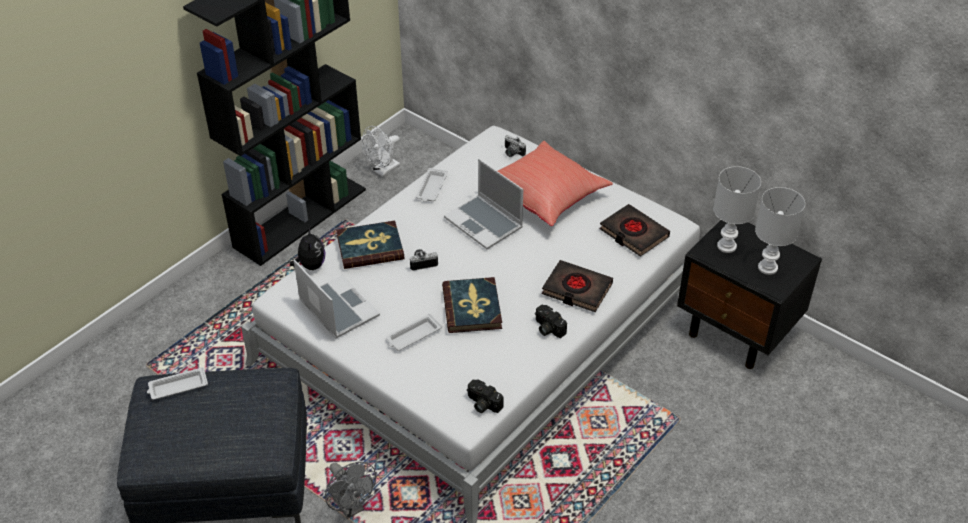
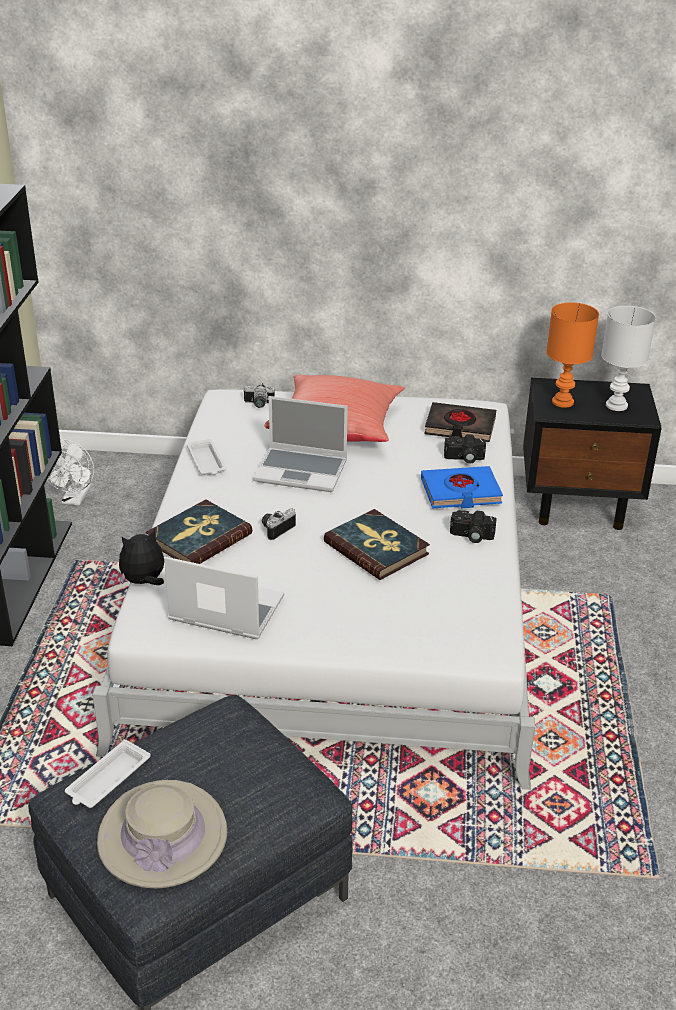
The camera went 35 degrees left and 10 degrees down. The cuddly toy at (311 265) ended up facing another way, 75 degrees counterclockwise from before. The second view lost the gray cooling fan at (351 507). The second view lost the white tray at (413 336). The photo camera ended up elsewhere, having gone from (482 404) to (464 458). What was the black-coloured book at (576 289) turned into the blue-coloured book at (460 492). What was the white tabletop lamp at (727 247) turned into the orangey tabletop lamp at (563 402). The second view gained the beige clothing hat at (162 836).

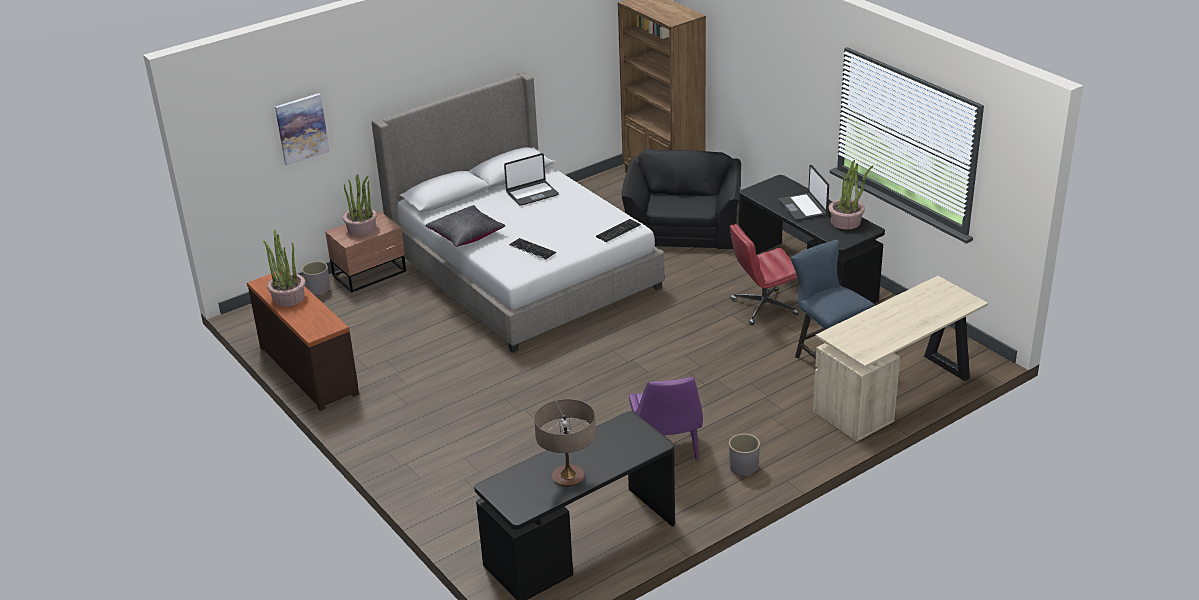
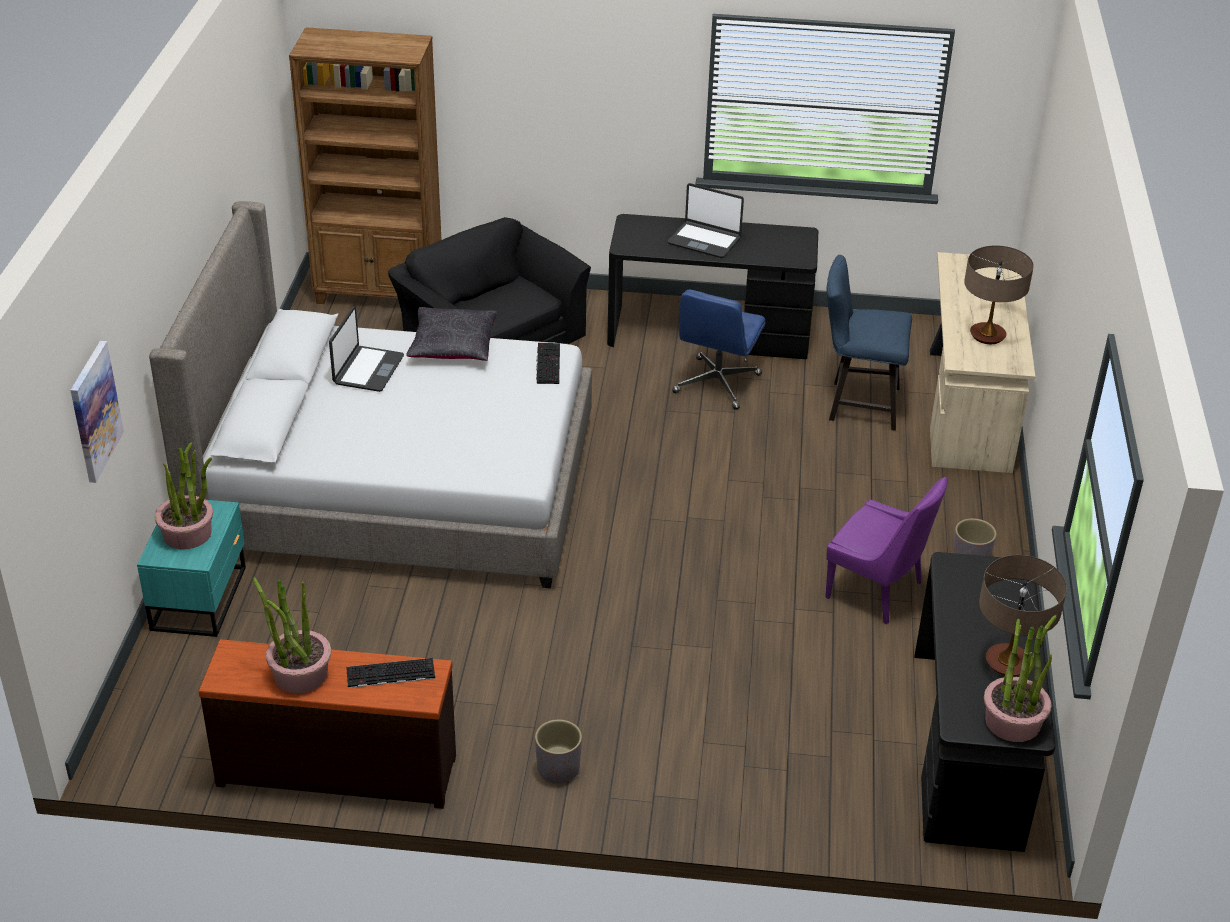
The camera went 50 degrees left and 5 degrees up. The gray planter ended up elsewhere, having gone from (318 290) to (558 769). What was the brown-coloured bedside table at (371 274) turned into the blue-green bedside table at (201 597). The black-coloured cushion ended up elsewhere, having gone from (466 235) to (453 346). The PC keyboard ended up elsewhere, having gone from (531 249) to (389 674). What was the red-coloured desk chair at (763 307) turned into the blue-coloured desk chair at (717 384). The potted plant ended up elsewhere, having gone from (846 222) to (1013 721). The second view gained the tabletop lamp at (987 336).

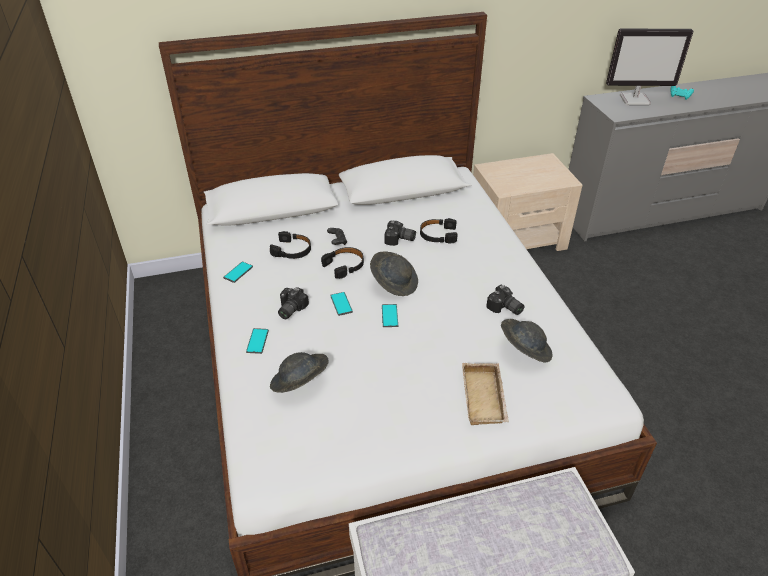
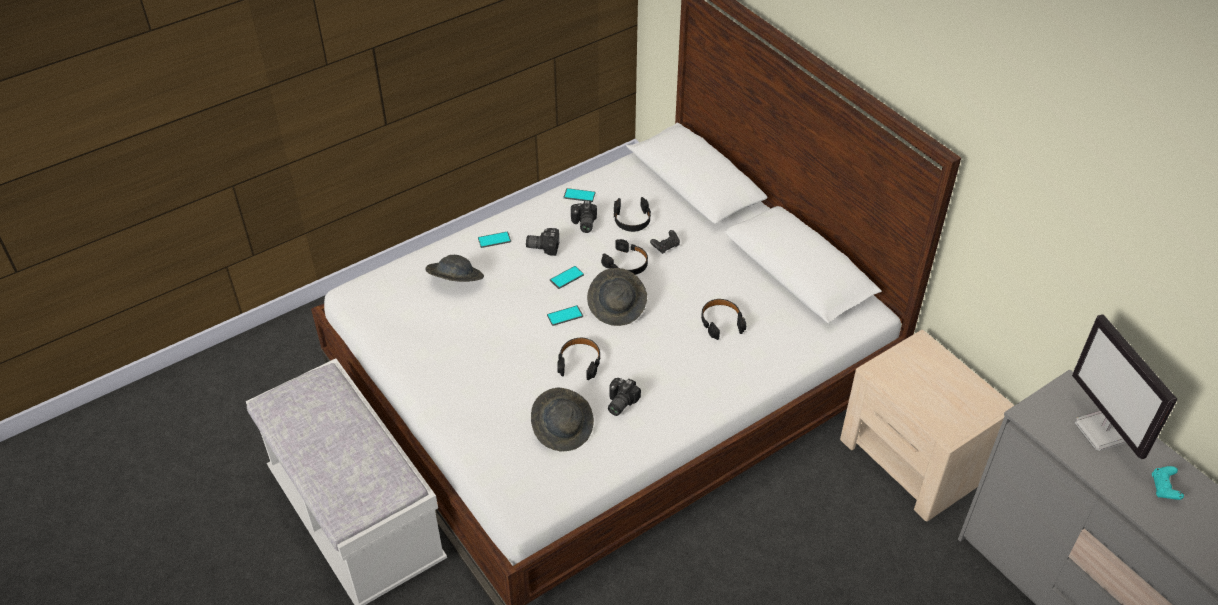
The camera went 70 degrees right and 5 degrees up. The photo camera ended up elsewhere, having gone from (399 240) to (583 224). The second view lost the beige tray at (485 398). The second view gained the black-coloured headphones at (579 362).

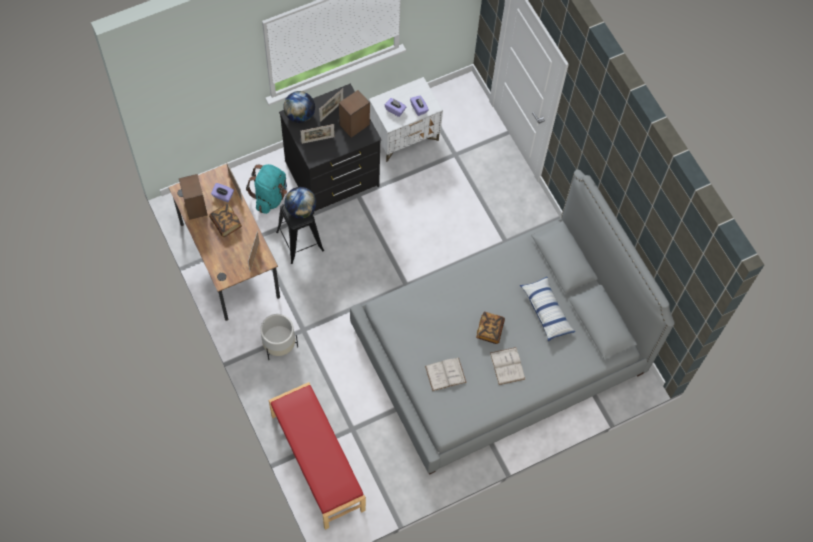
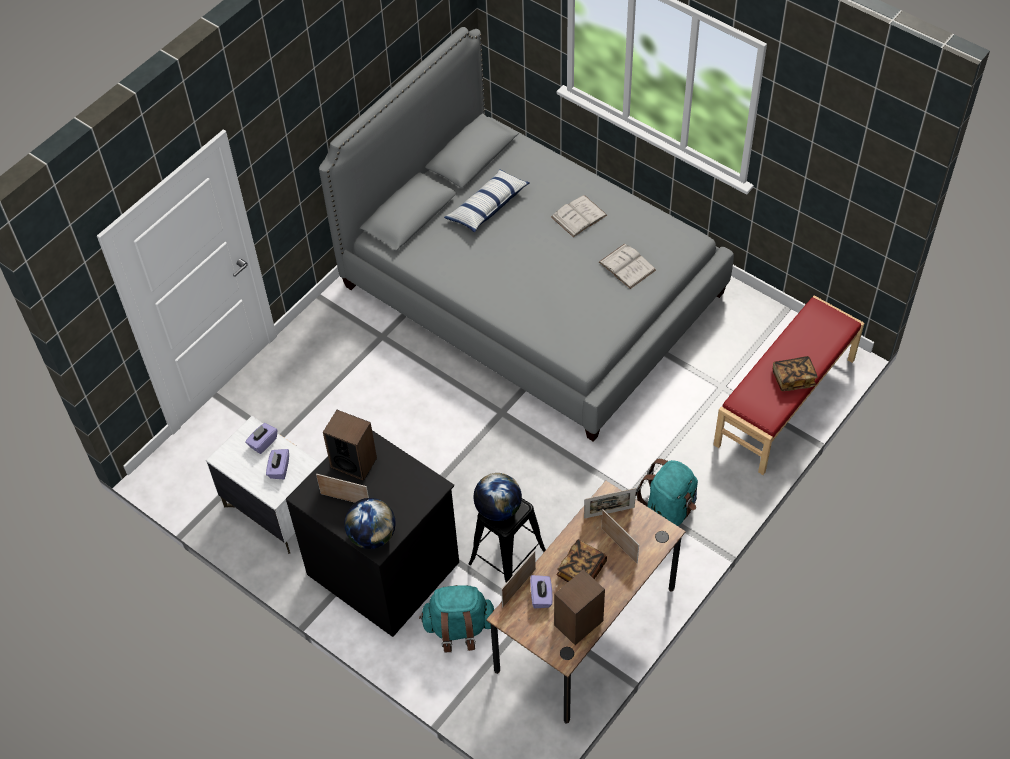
The camera went 110 degrees left and 10 degrees down. Where the white planter stood at (279 345), the blue-green backpack came to stand at (668 510). The standing frame ended up elsewhere, having gone from (318 140) to (619 545). The book ended up elsewhere, having gone from (489 330) to (793 379).

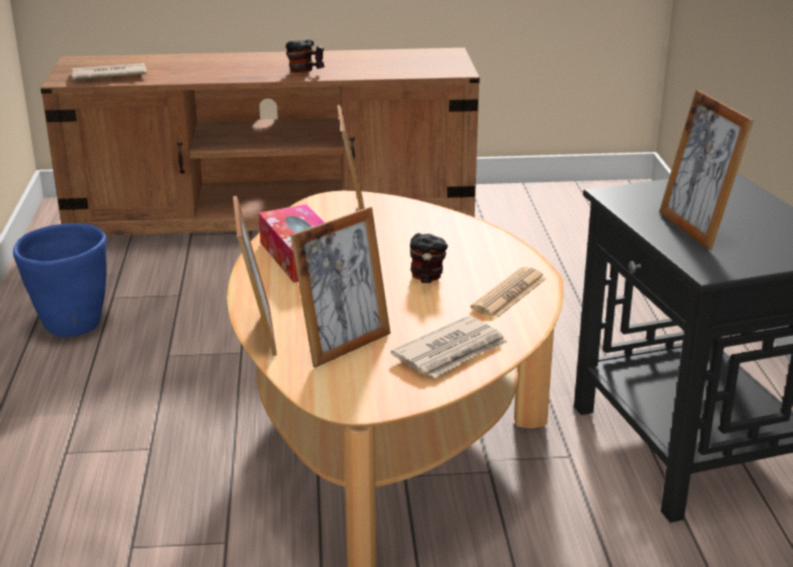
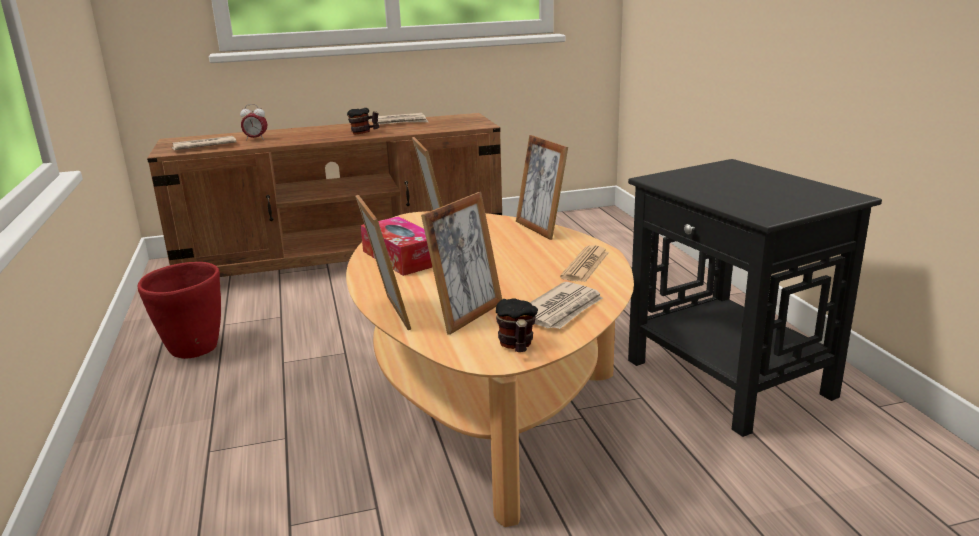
The camera went 10 degrees left and 5 degrees down. What was the blue-coloured planter at (72 326) turned into the red-coloured planter at (193 350). The coffee mug ended up elsewhere, having gone from (426 279) to (516 347). The standing frame ended up elsewhere, having gone from (695 229) to (540 229). The second view gained the table clock at (256 139). The second view gained the printed paper at (399 122).

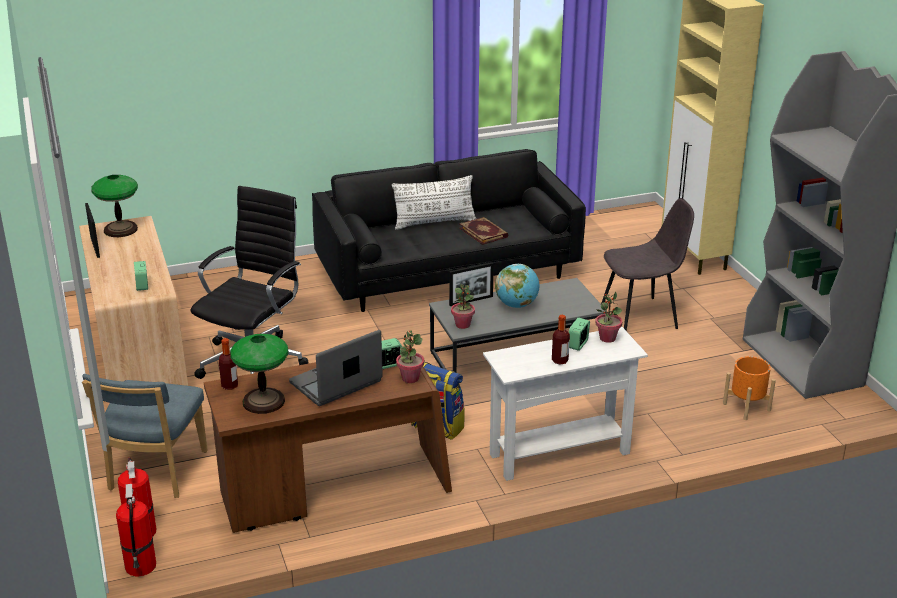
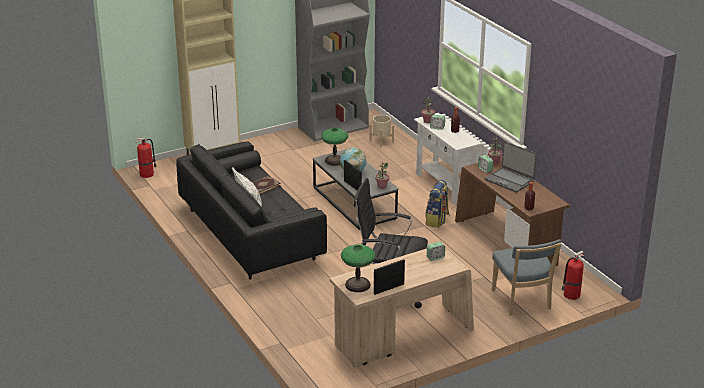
The camera went 100 degrees left and 0 degrees up. The blue-coloured chair at (155 473) ended up facing another way, 75 degrees clockwise from before. The fire-fighting cylinder ended up elsewhere, having gone from (140 567) to (147 174). The tabletop lamp ended up elsewhere, having gone from (263 401) to (334 161). The second view lost the gray chair at (641 316). What was the orangey planter at (747 407) turned into the beige planter at (381 141).

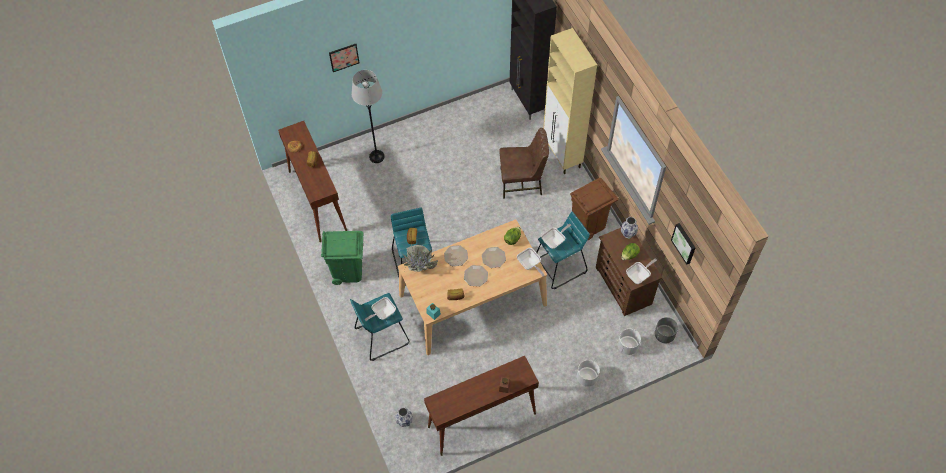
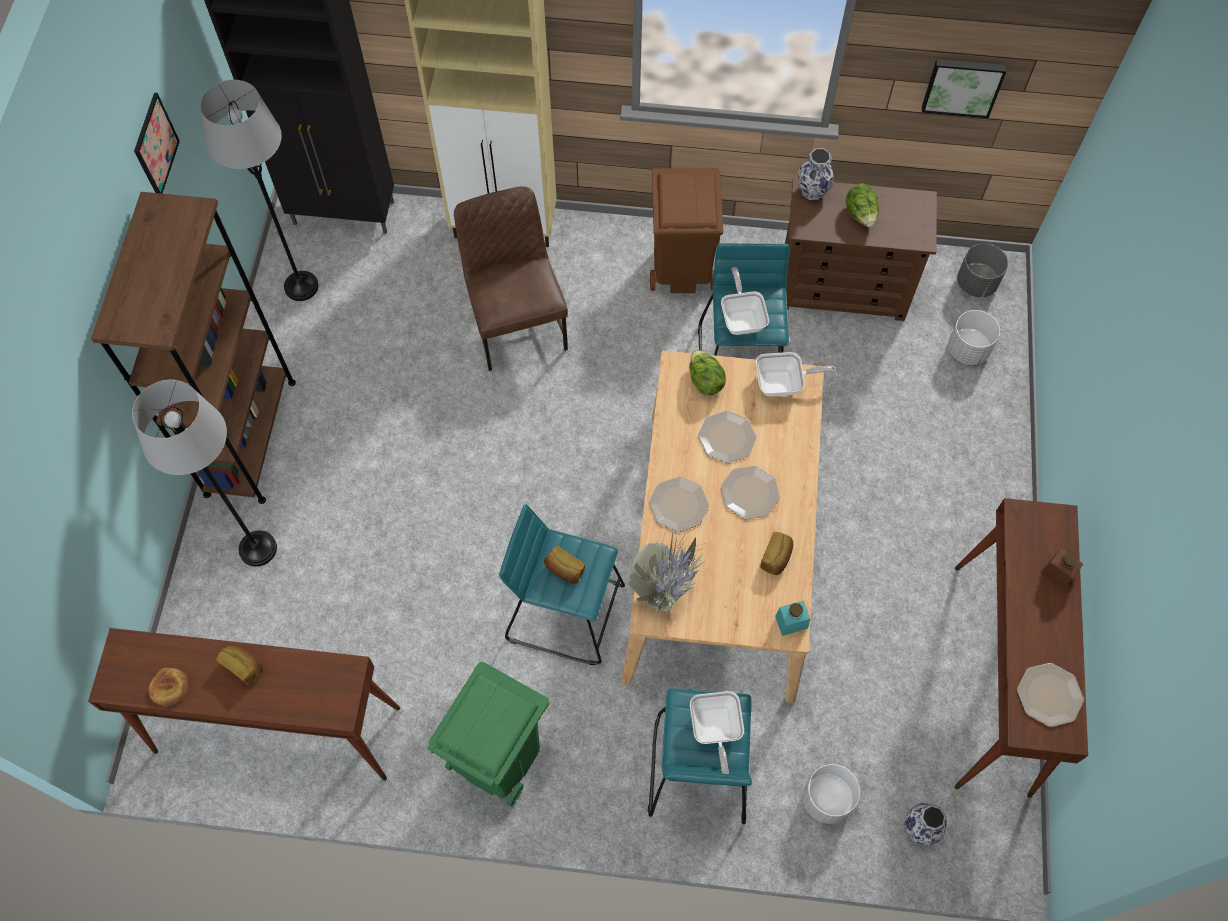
The camera went 60 degrees left and 5 degrees up. The picture ended up elsewhere, having gone from (344 57) to (155 145). The brown-coloured chair at (522 182) ended up facing another way, 45 degrees counterclockwise from before. The white planter ended up elsewhere, having gone from (586 377) to (826 800). The second view lost the pan at (639 276). The second view gained the brown-coloured bookcase at (250 437). The second view gained the gray standard lamp at (301 286). The second view gained the dinner plate at (1050 695).

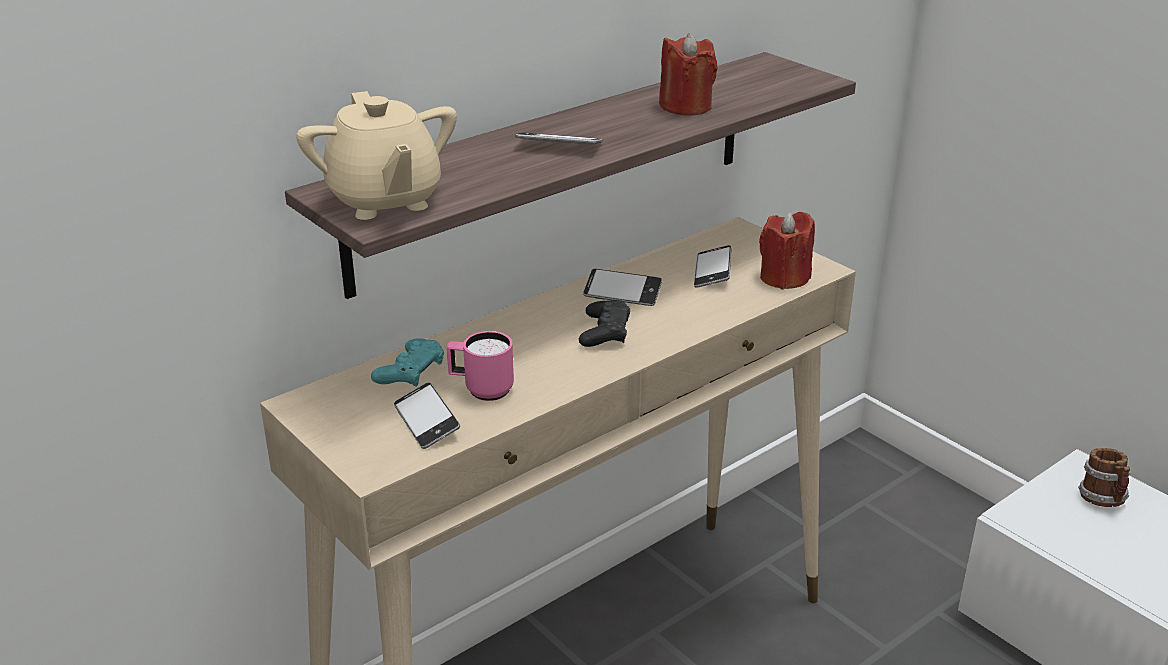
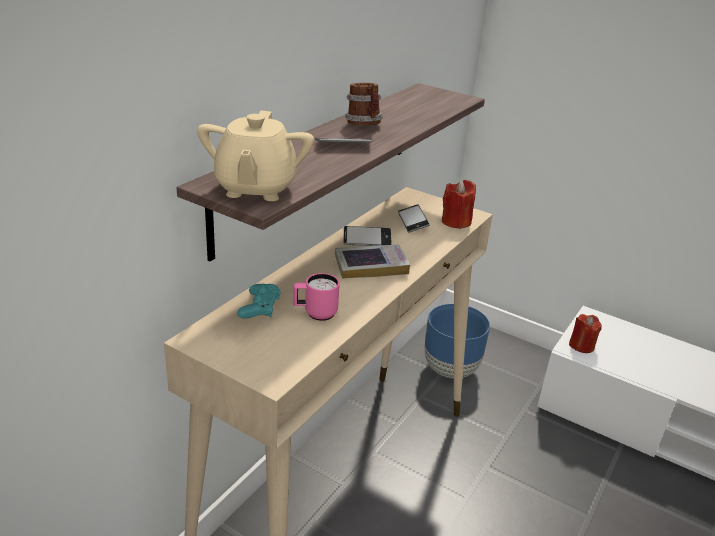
The camera went 20 degrees left and 0 degrees up. The beige teapot at (384 200) ended up facing another way, 45 degrees clockwise from before. The second view lost the telephone at (426 422). Where the black-coloured gamepad stood at (605 331), the book came to stand at (371 266). The red-coloured wax candle ended up elsewhere, having gone from (685 106) to (581 345). The coffee mug ended up elsewhere, having gone from (1103 500) to (364 125). The second view gained the blue-coloured planter at (450 369).

